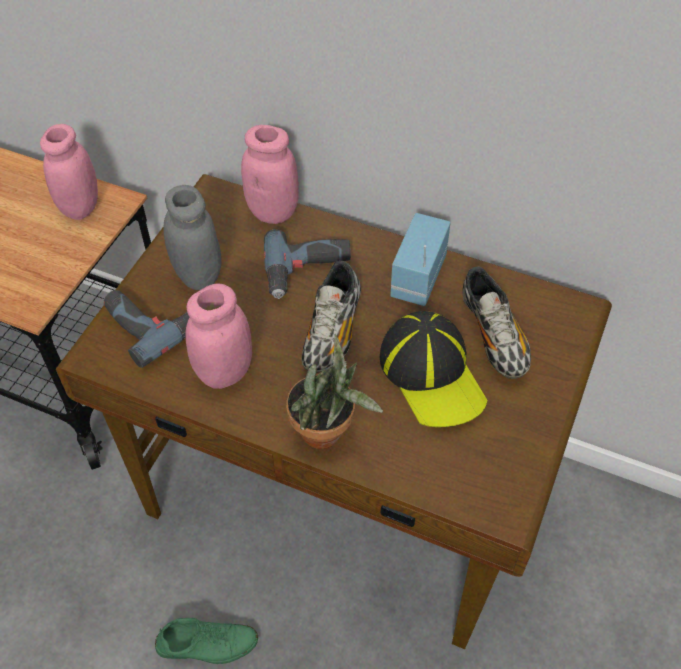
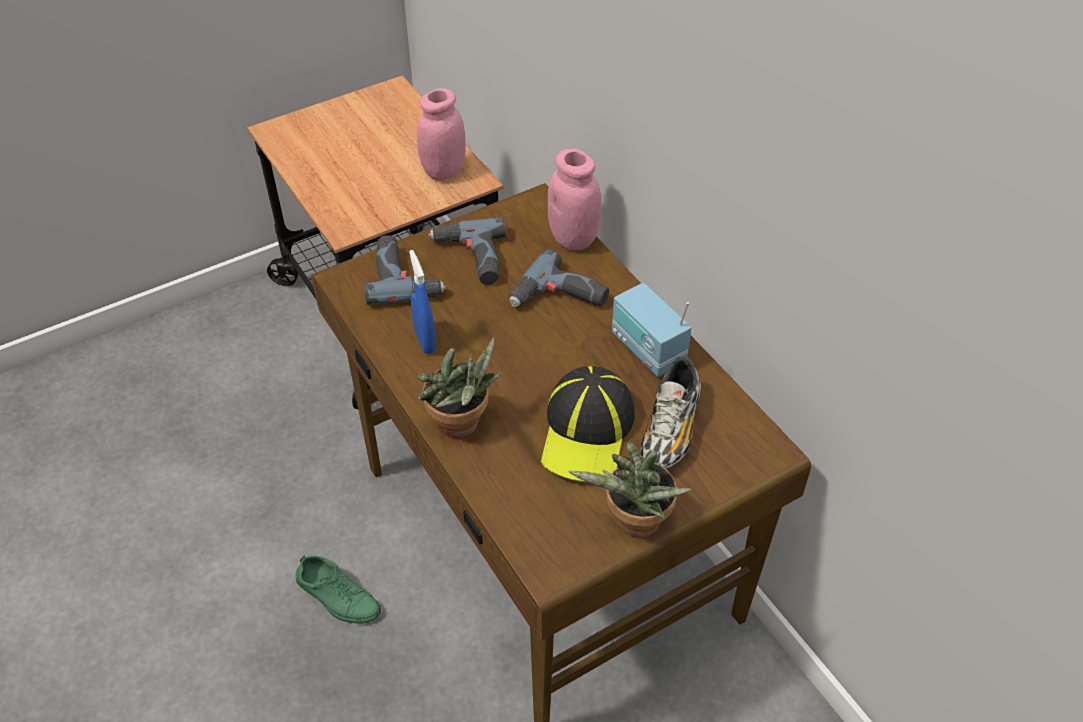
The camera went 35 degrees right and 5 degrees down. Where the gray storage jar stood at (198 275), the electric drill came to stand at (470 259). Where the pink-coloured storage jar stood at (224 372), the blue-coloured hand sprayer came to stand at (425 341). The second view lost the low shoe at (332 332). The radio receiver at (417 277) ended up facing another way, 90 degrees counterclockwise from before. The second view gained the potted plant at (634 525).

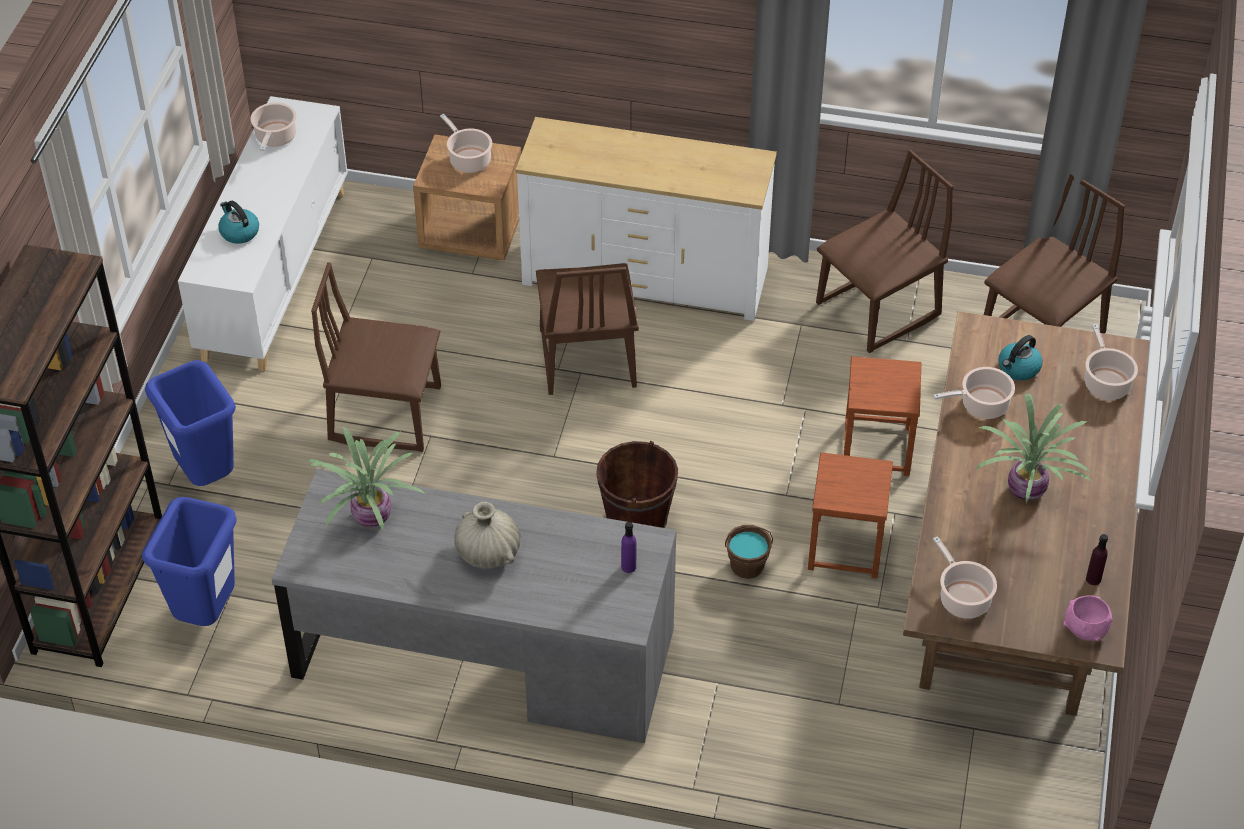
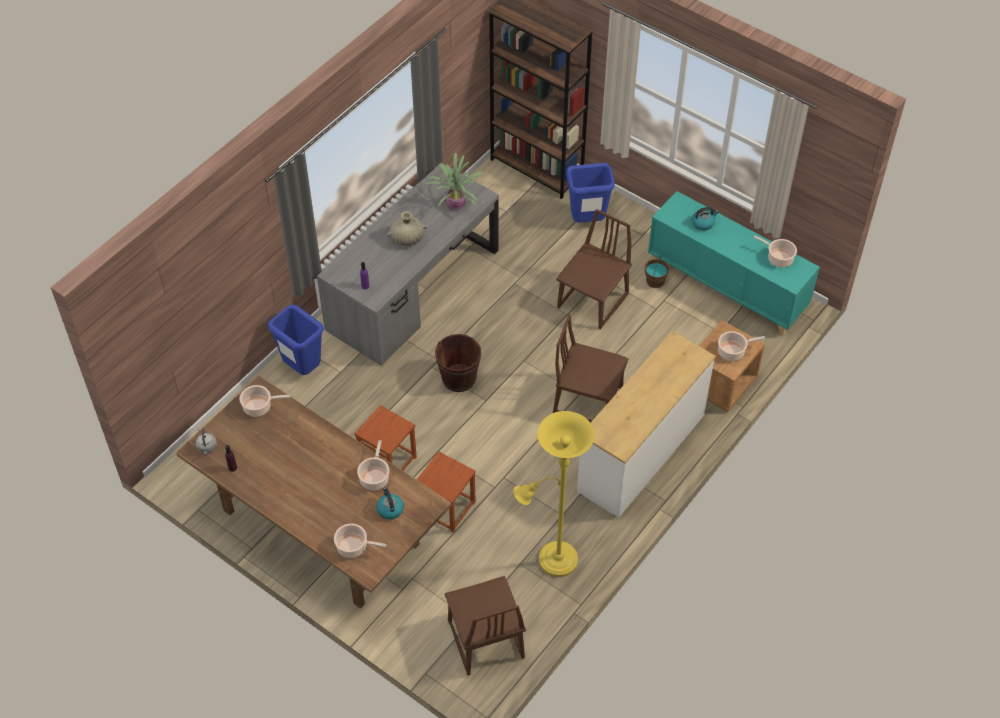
The camera went 115 degrees right and 5 degrees up. The blue-coloured trash can ended up elsewhere, having gone from (206 615) to (302 368). What was the white cabinet at (275 273) turned into the blue-green cabinet at (727 286). The brown-coloured pail ended up elsewhere, having gone from (747 565) to (655 281). Where the brown-coloured chair stood at (879 311), the yellow standard lamp came to stand at (552 560). The second view lost the potted plant at (1028 490). Where the pink-coloured deep dish stood at (1085 629), the gray kettle came to stand at (207 448).

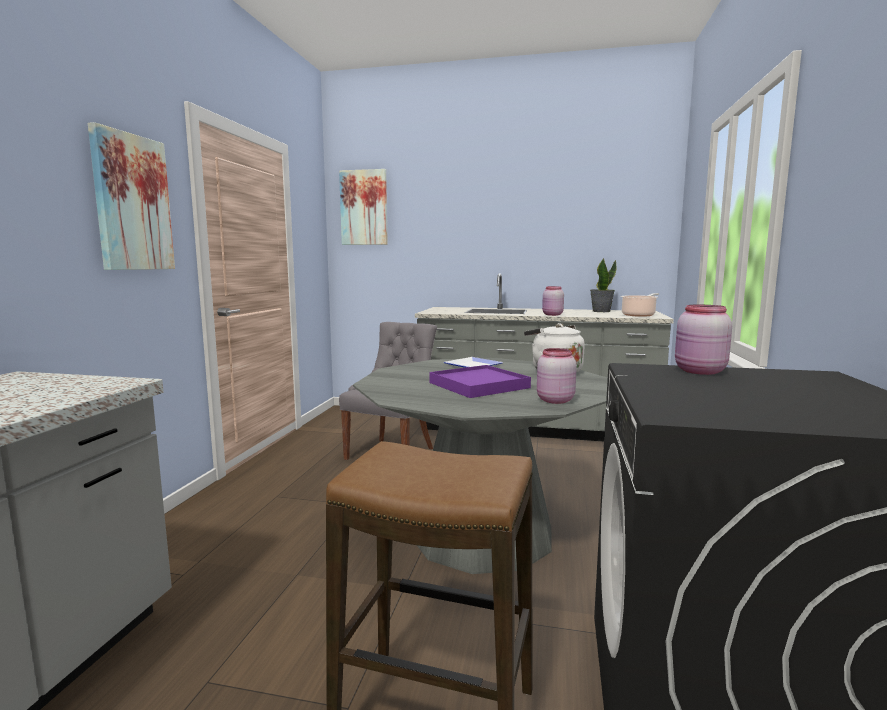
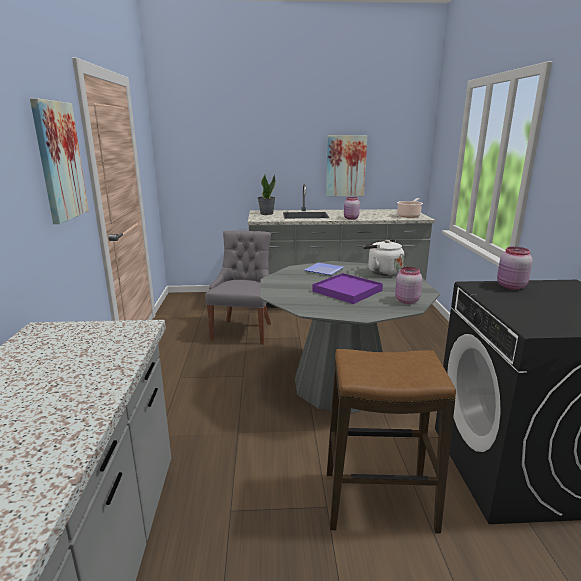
The camera went 15 degrees left and 10 degrees up. The picture ended up elsewhere, having gone from (364 208) to (345 166). The potted plant ended up elsewhere, having gone from (601 311) to (266 213).

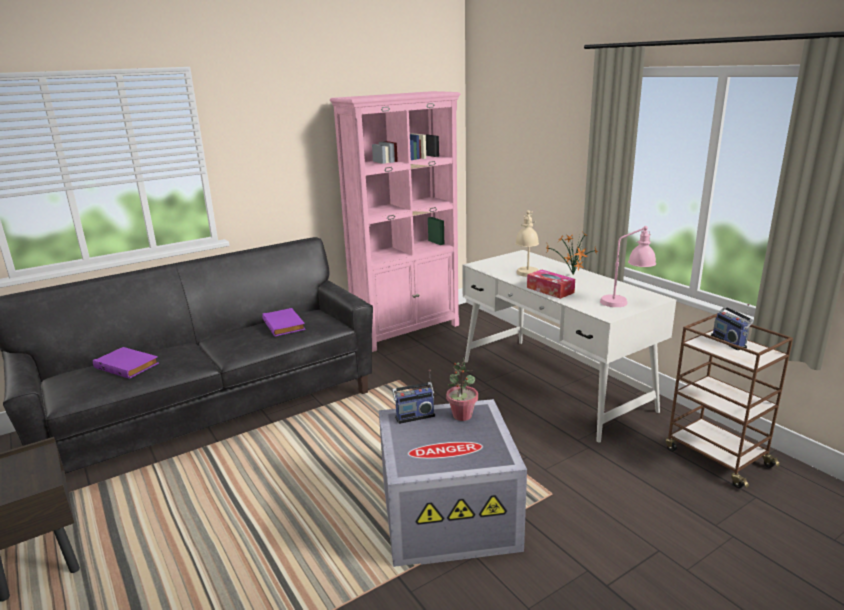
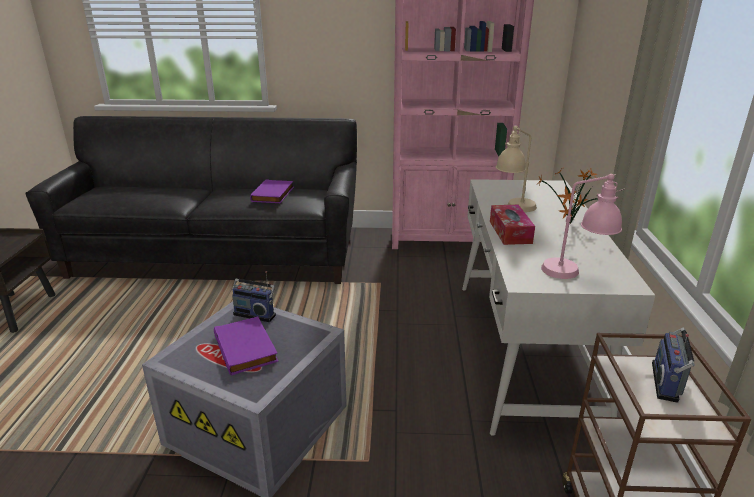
The camera went 35 degrees right and 5 degrees up. The purple book ended up elsewhere, having gone from (128 365) to (247 348). The second view lost the potted plant at (462 415).

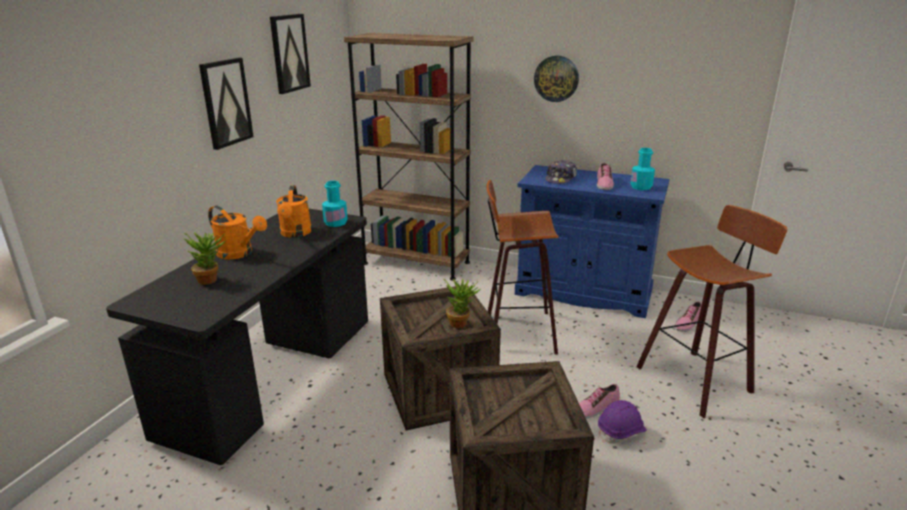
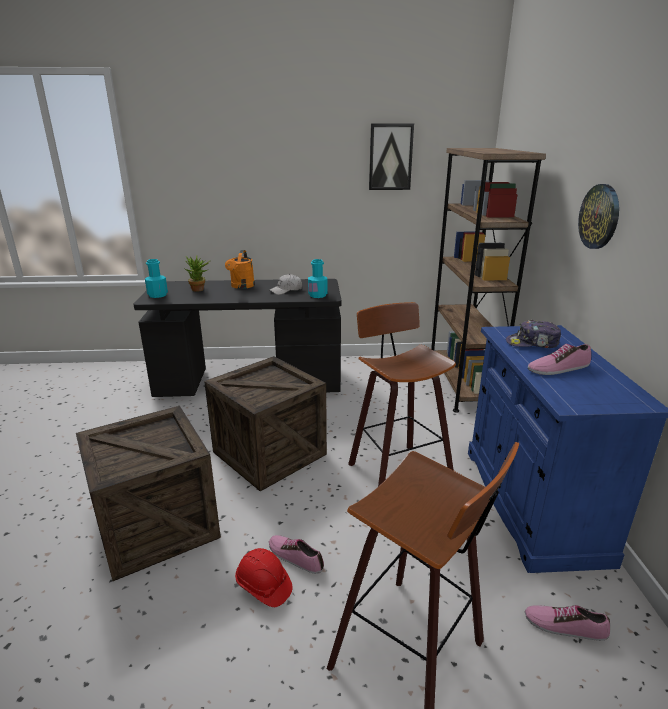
The camera went 65 degrees right and 0 degrees up. The second view lost the picture at (226 102). Where the orangey watering can stood at (295 234), the white peaked cap came to stand at (286 290). The second view lost the potted plant at (461 323). What was the purple hard hat at (621 432) turned into the red-coloured hard hat at (263 586). The blue-green beverage bottle ended up elsewhere, having gone from (641 187) to (157 295).

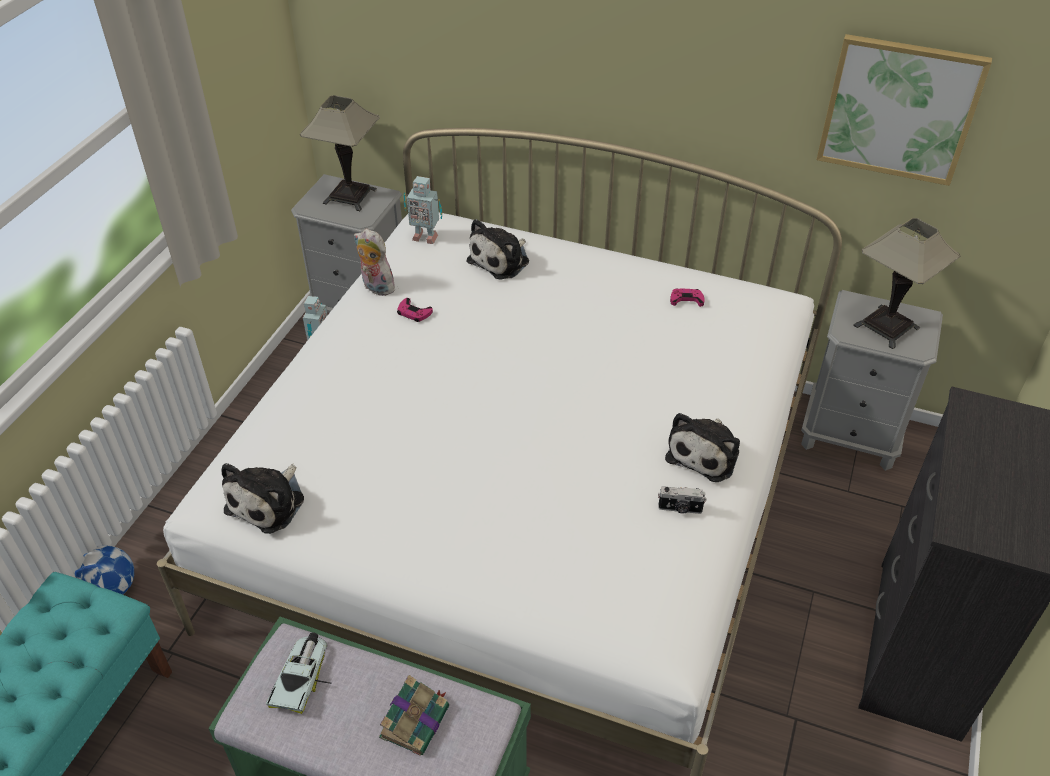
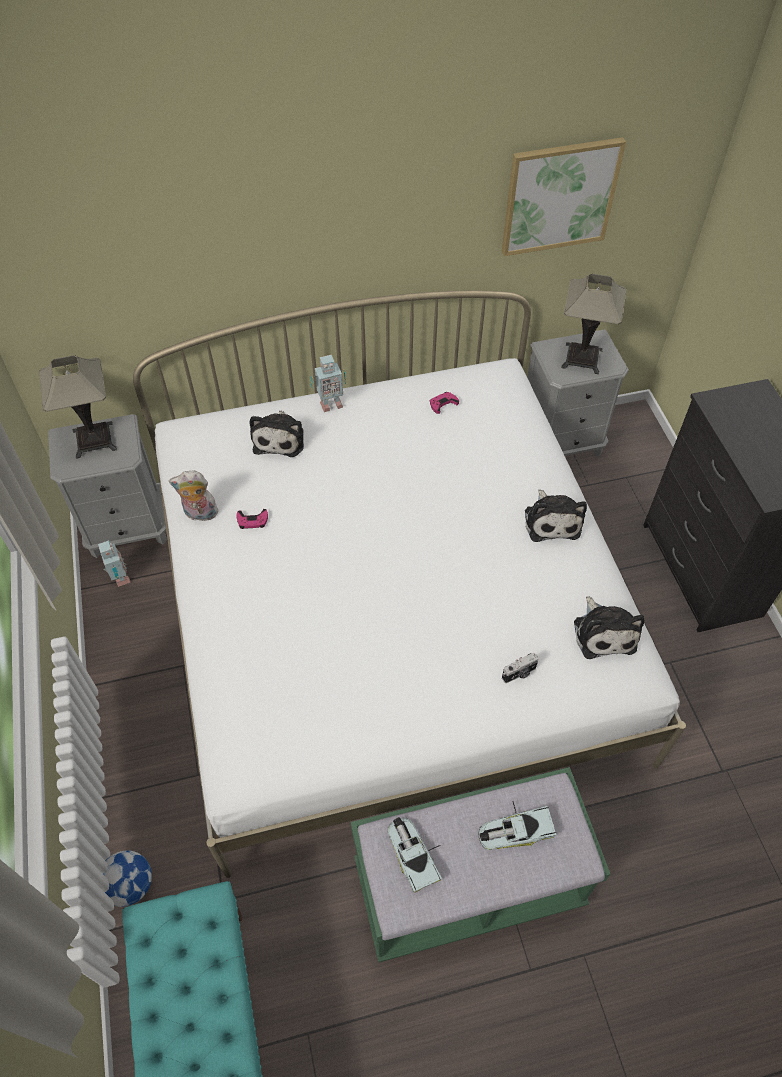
The camera went 35 degrees left and 10 degrees up. The cuddly toy ended up elsewhere, having gone from (269 502) to (604 632). Where the book stood at (415 720), the miniature car came to stand at (514 830). The model robot ended up elsewhere, having gone from (425 236) to (330 404). The photo camera ended up elsewhere, having gone from (680 509) to (519 674).

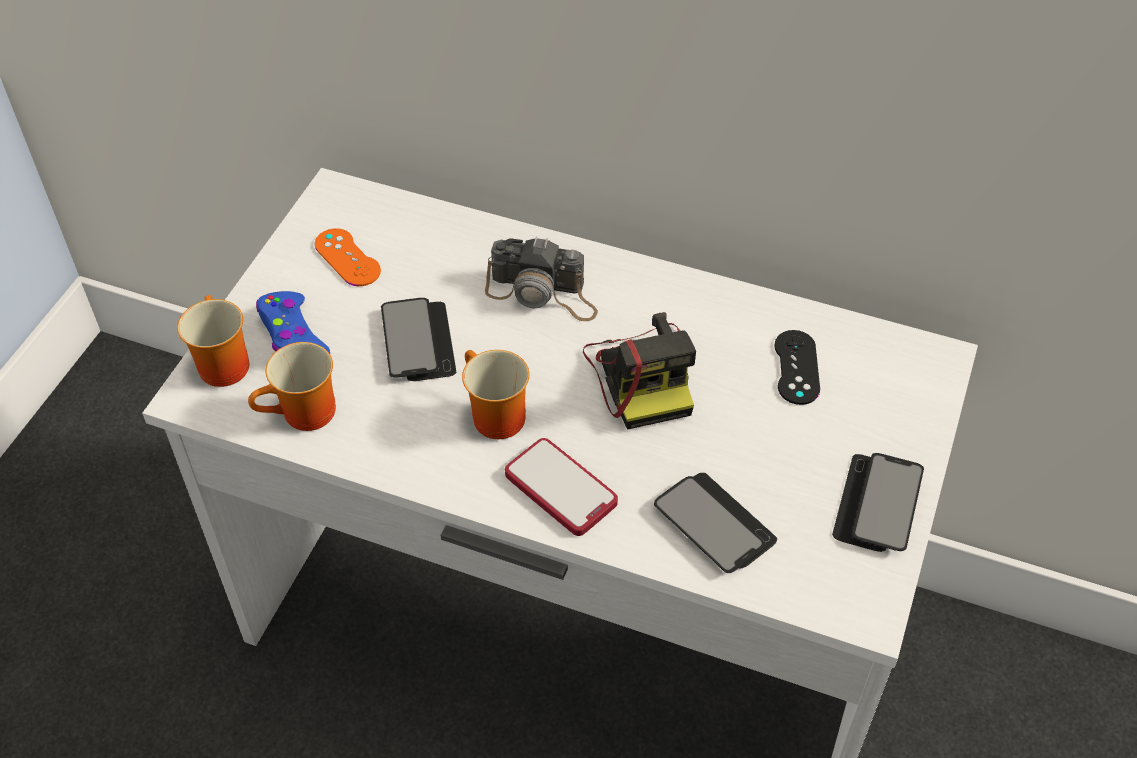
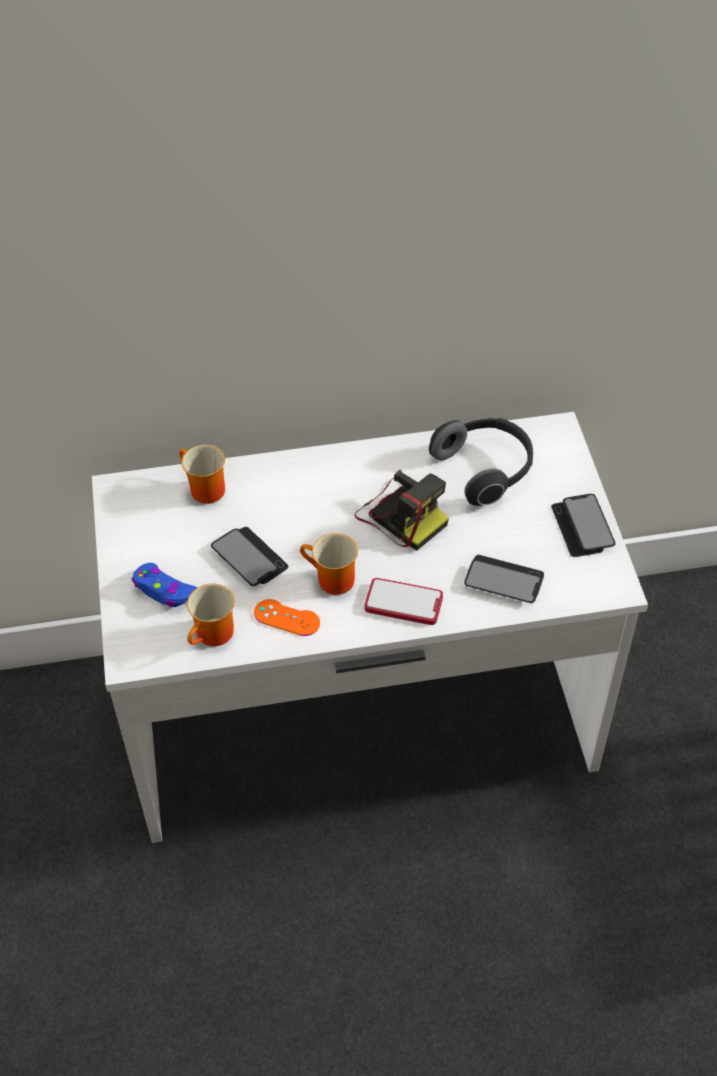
The camera went 30 degrees left and 0 degrees up. The coffee mug ended up elsewhere, having gone from (219 363) to (203 490). The orangey gamepad ended up elsewhere, having gone from (347 258) to (287 618). The second view lost the photo camera at (543 293). Where the black-coloured gamepad stood at (796 367), the headphones came to stand at (485 470).

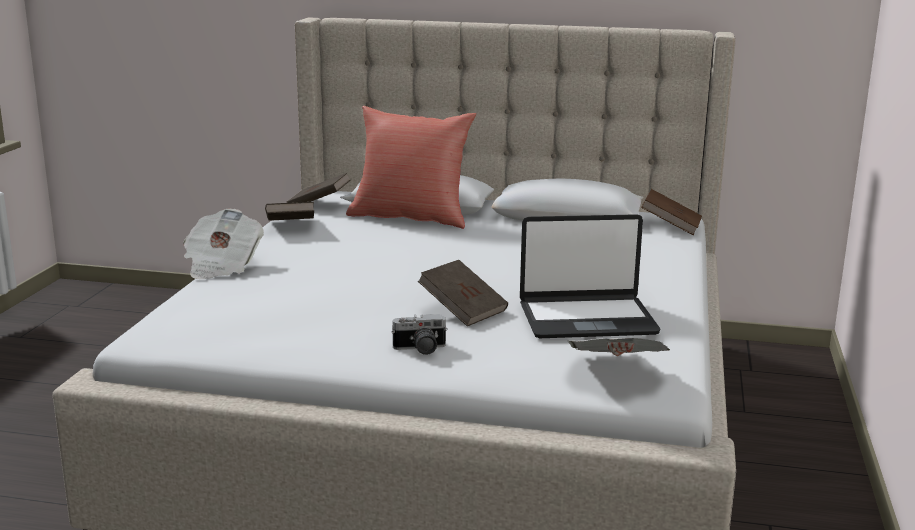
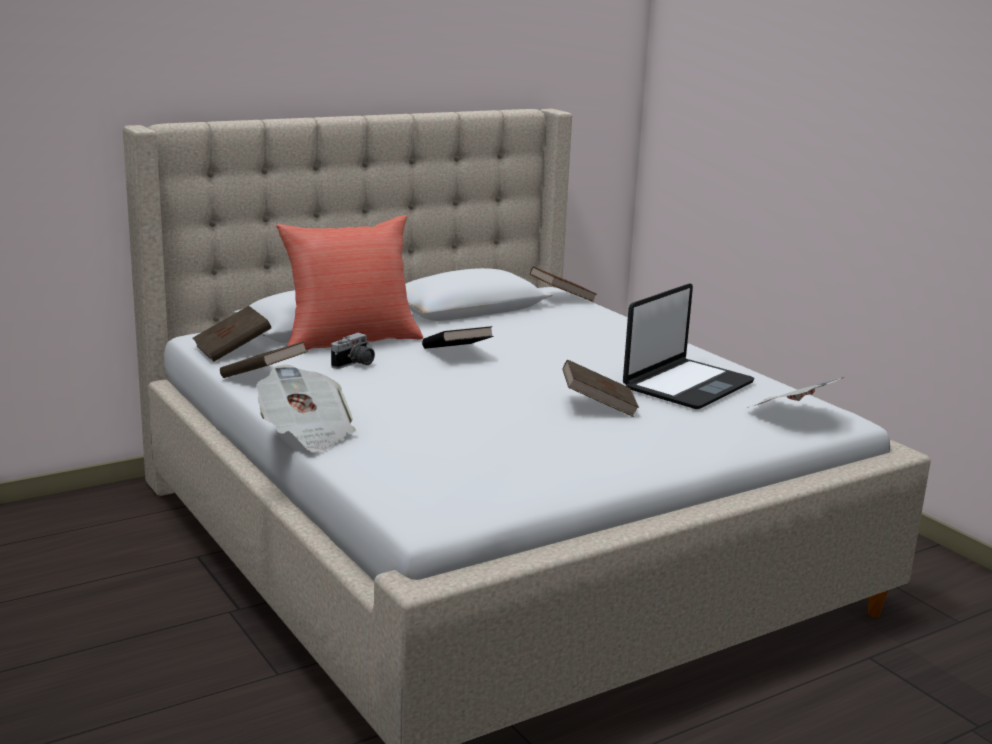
The camera went 45 degrees left and 0 degrees up. The photo camera ended up elsewhere, having gone from (420 350) to (355 364). The second view gained the black-coloured book at (456 355).

